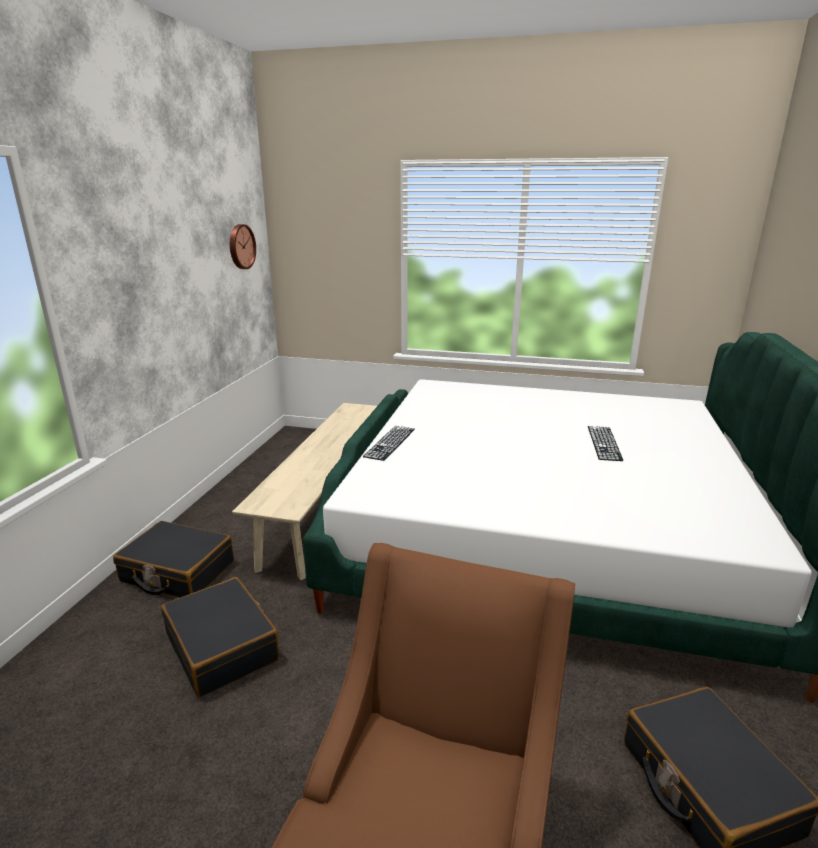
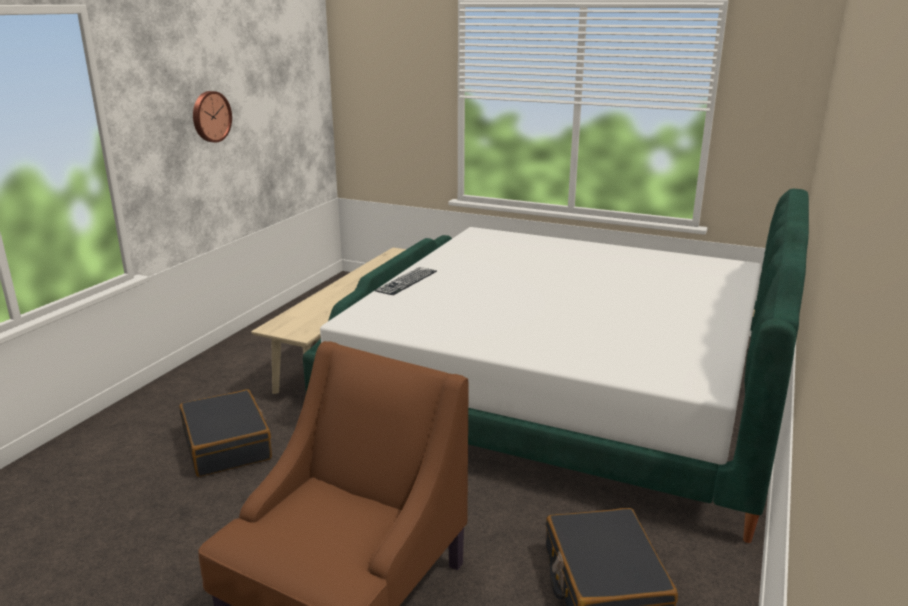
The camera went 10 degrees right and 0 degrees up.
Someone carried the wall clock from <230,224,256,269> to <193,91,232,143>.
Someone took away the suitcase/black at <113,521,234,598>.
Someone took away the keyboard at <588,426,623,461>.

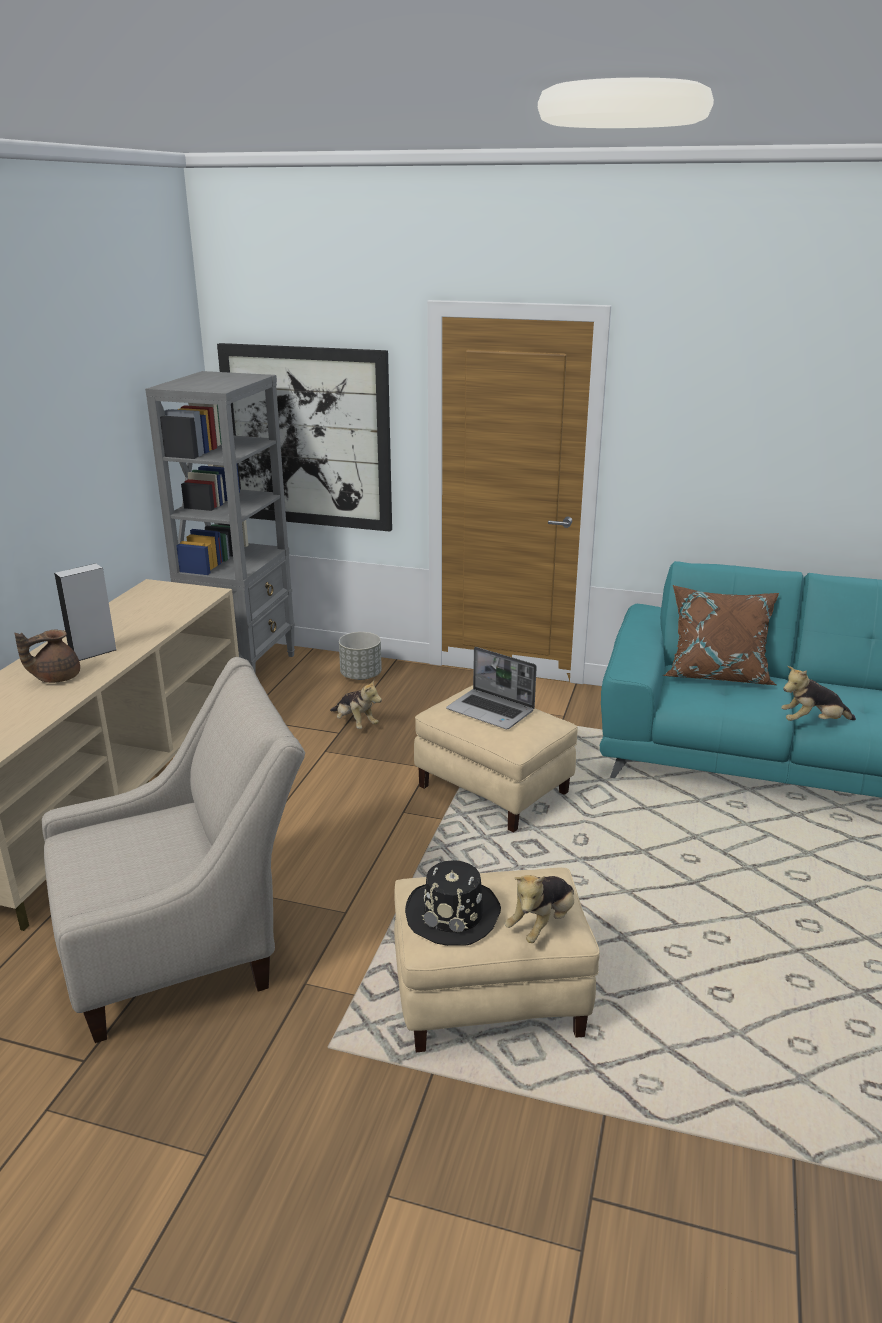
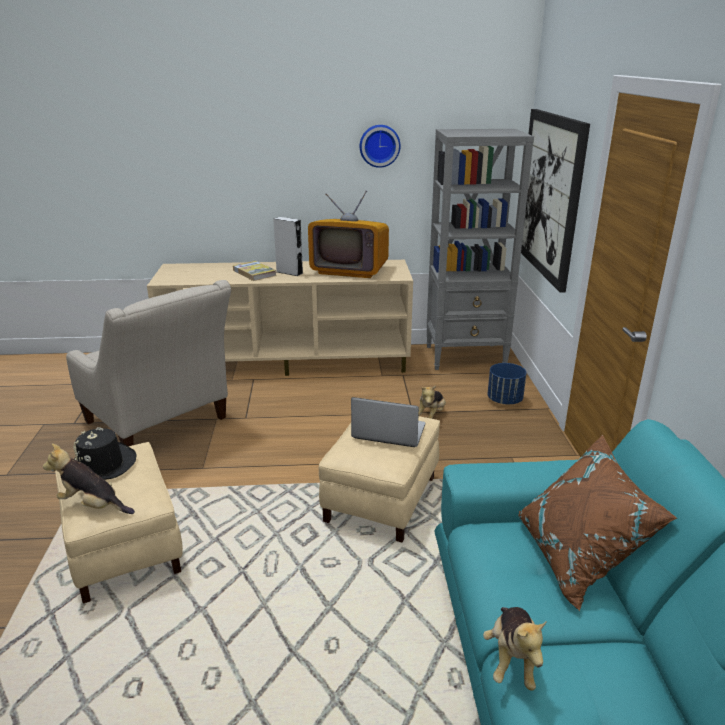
The camera went 70 degrees right and 0 degrees up.
Someone swapped the teapot/brown at <15,630,80,683> for the book at <233,261,277,281>.
Someone put down the television at <308,190,389,278>.
Someone rotated the laptop at <446,647,537,729> by 90 degrees clockwise.
Someone put up the wall clock at <360,125,401,168>.
Someone rotated the plush toy at <781,666,856,721> by 150 degrees counterclockwise.
Someone repainted the planter/grey at <339,632,382,680>, which became the planter/blue at <488,363,527,404>.

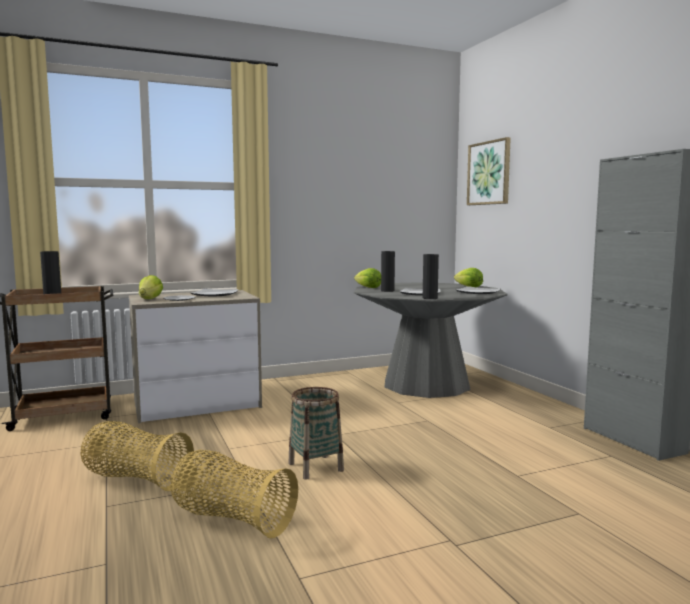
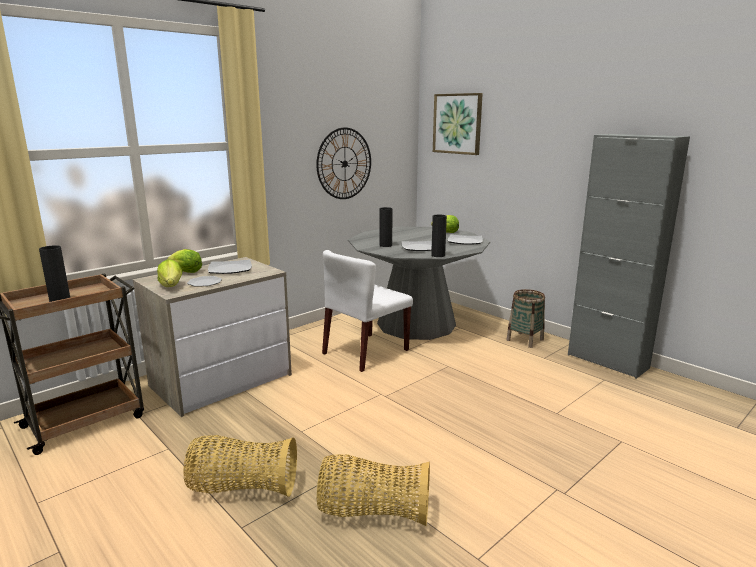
The camera went 20 degrees left and 10 degrees up.
Someone carried the lettuce from <354,268,381,288> to <167,249,202,273>.
Someone put up the wall clock at <316,127,371,199>.
Someone put down the chair/white at <322,250,413,372>.
Someone carried the basket from <288,387,344,480> to <506,289,545,348>.

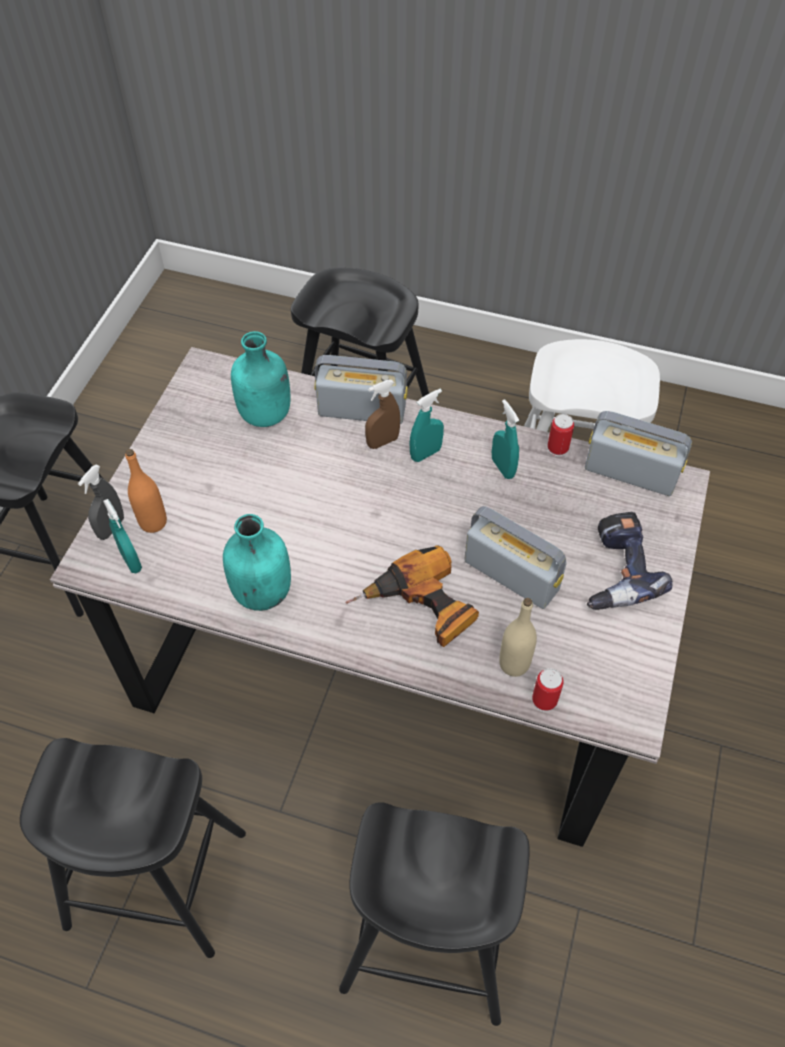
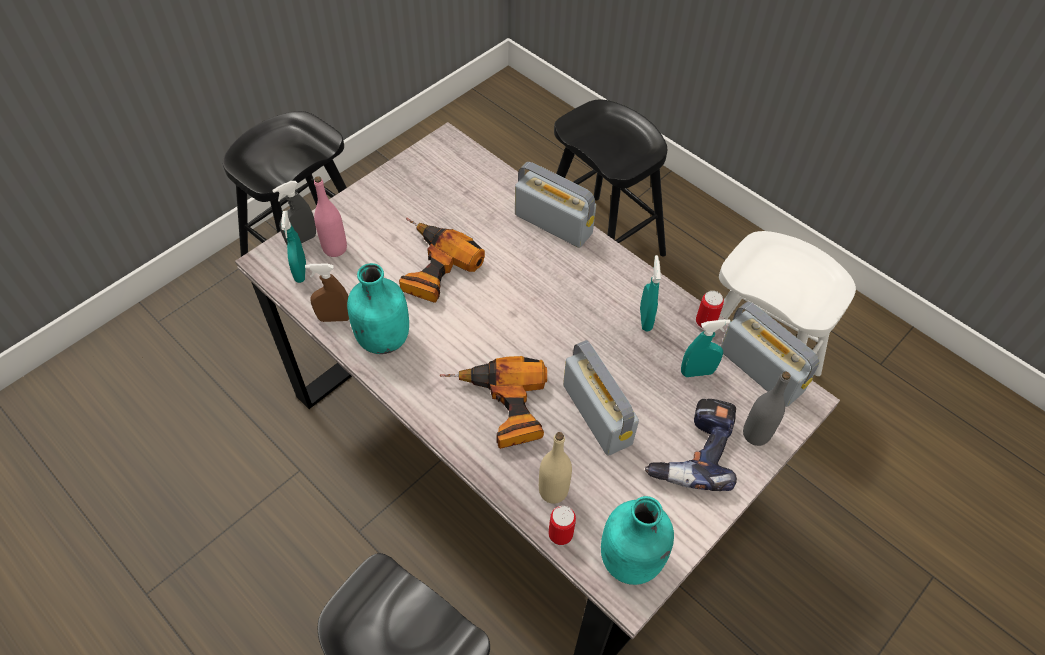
The camera went 25 degrees right and 0 degrees up.
Someone carried the spray bottle/brown from <365,380,400,449> to <305,263,349,322>.
Someone repainted the bottle/orange at <125,449,167,533>, which became the bottle/pink at <314,176,347,257>.
Someone put down the power drill at <399,218,485,303>.
Someone carried the bottle/turquoise from <231,331,291,427> to <601,496,674,585>.
Someone carried the spray bottle/turquoise from <409,389,444,462> to <681,319,730,377>.
Someone put down the bottle/grey at <743,372,791,446>.
Someone took away the stool/black at <20,738,246,958>.

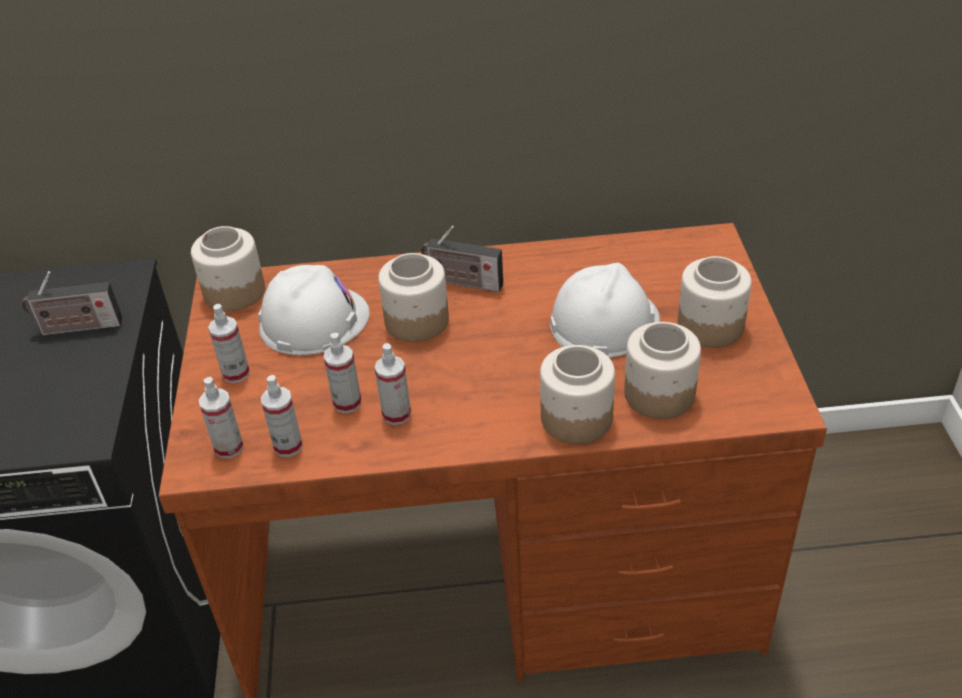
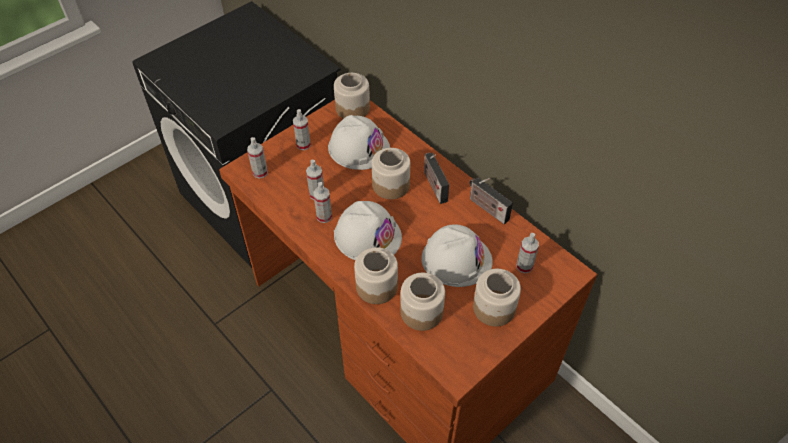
The camera went 50 degrees right and 10 degrees up.
Someone put down the hard hat/white at <334,201,402,260>.
Someone carried the radio from <22,271,122,335> to <469,178,513,224>.
Someone carried the spray bottle from <261,375,303,457> to <516,233,539,273>.

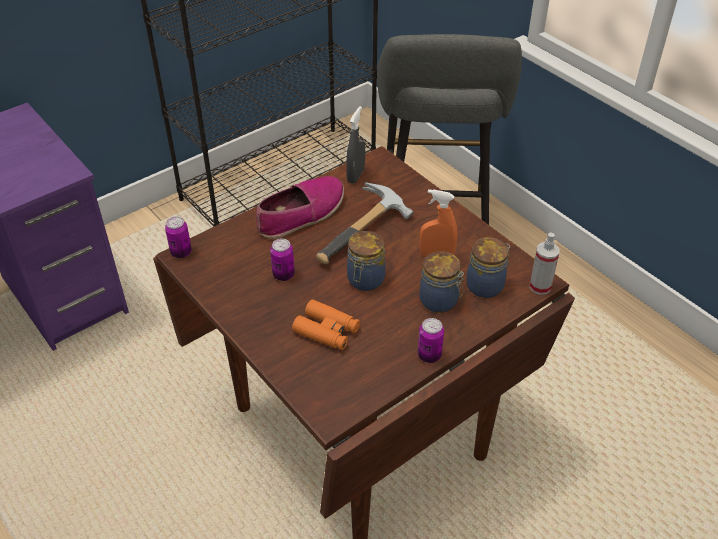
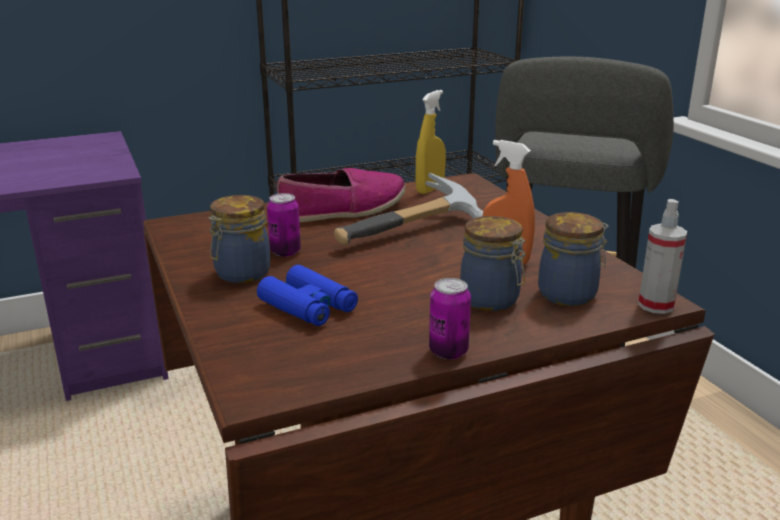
The camera went 15 degrees right and 20 degrees down.
Someone carried the jar from <347,231,385,291> to <208,195,270,283>.
Someone repainted the binoculars/orange at <292,299,360,350>, which became the binoculars/blue at <257,265,358,326>.
Someone repainted the spray bottle/grey at <346,106,365,184>, which became the spray bottle/yellow at <416,90,446,194>.
Someone took away the can at <165,216,192,258>.

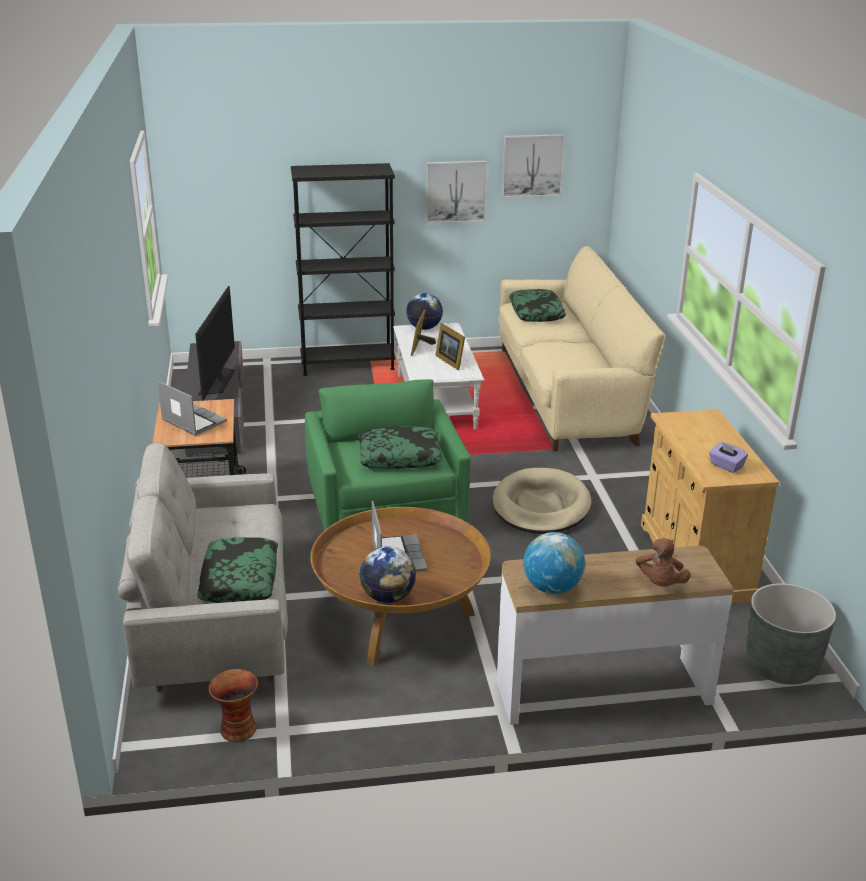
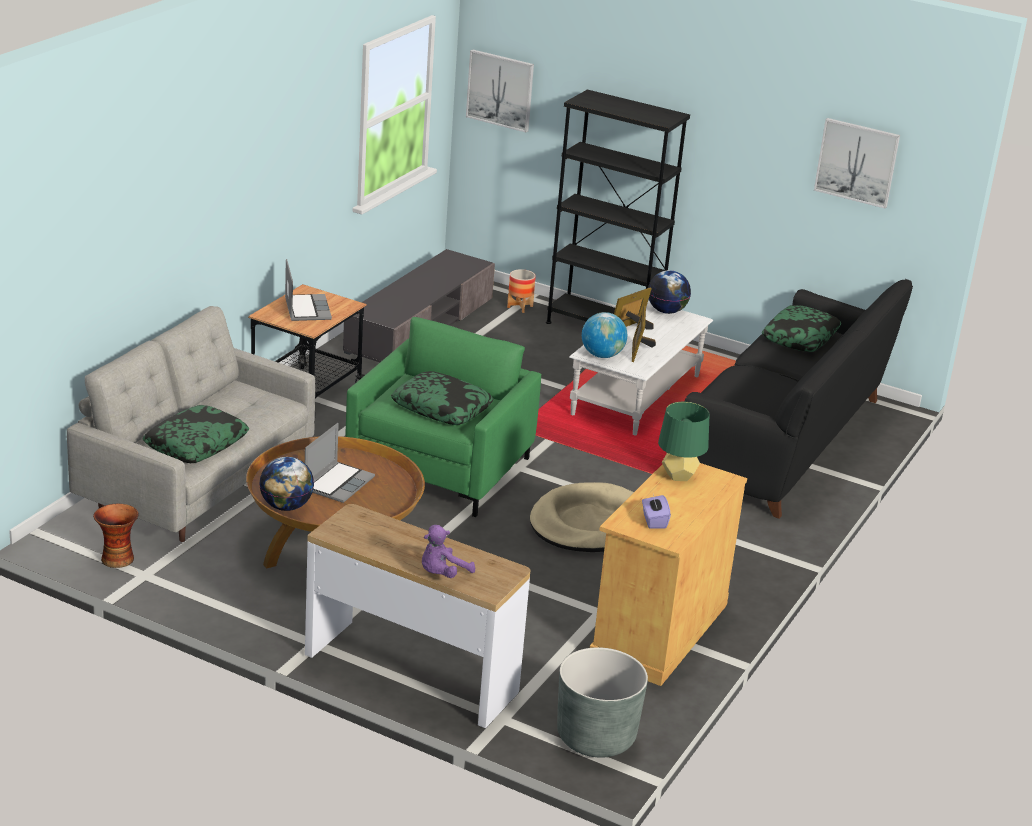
The camera went 35 degrees right and 0 degrees up.
Someone repainted the plush toy/brown at <636,538,691,587>, which became the plush toy/purple at <422,525,475,578>.
Someone carried the picture from <426,161,488,224> to <466,49,534,132>.
Someone put down the planter at <507,269,536,313>.
Someone carried the globe from <523,532,585,594> to <582,312,627,358>.
Someone put down the table lamp/green at <658,402,710,481>.
Someone repainted the sofa/beige at <498,246,665,451>, which became the sofa/black at <685,279,913,519>.
Someone took away the television at <195,286,235,401>.

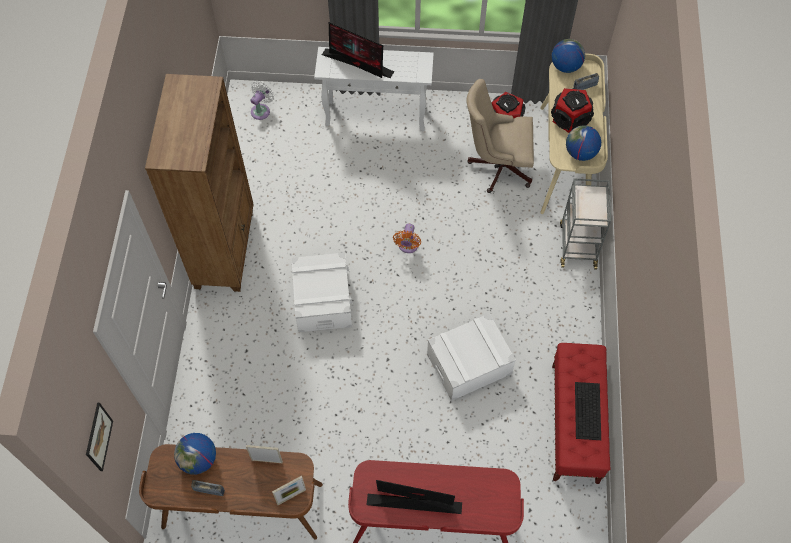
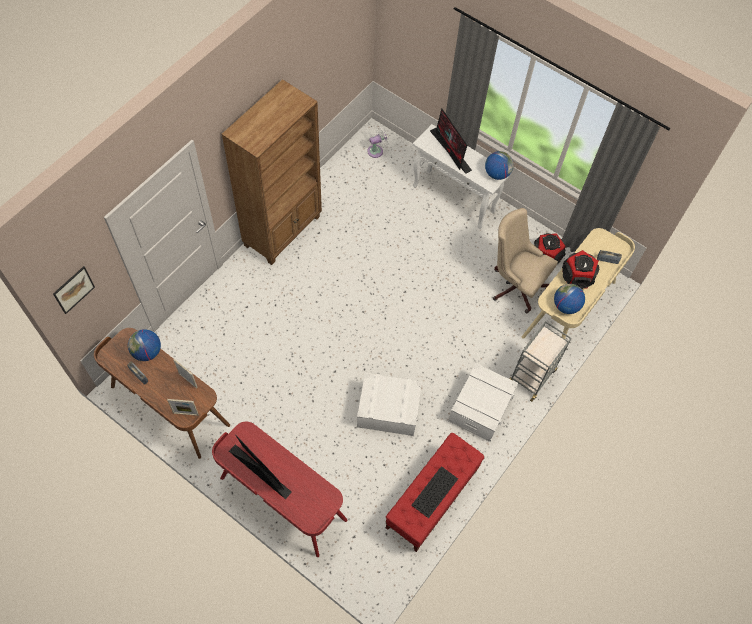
The camera went 30 degrees right and 0 degrees up.
Someone carried the storage box/white from <291,252,353,332> to <448,363,518,442>.
Someone carried the globe from <552,39,585,73> to <485,151,514,180>.
Someone took away the fan/orange at <393,223,421,253>.

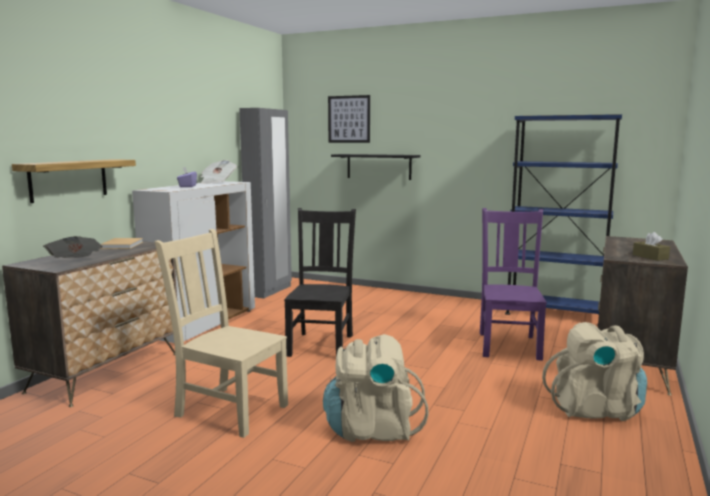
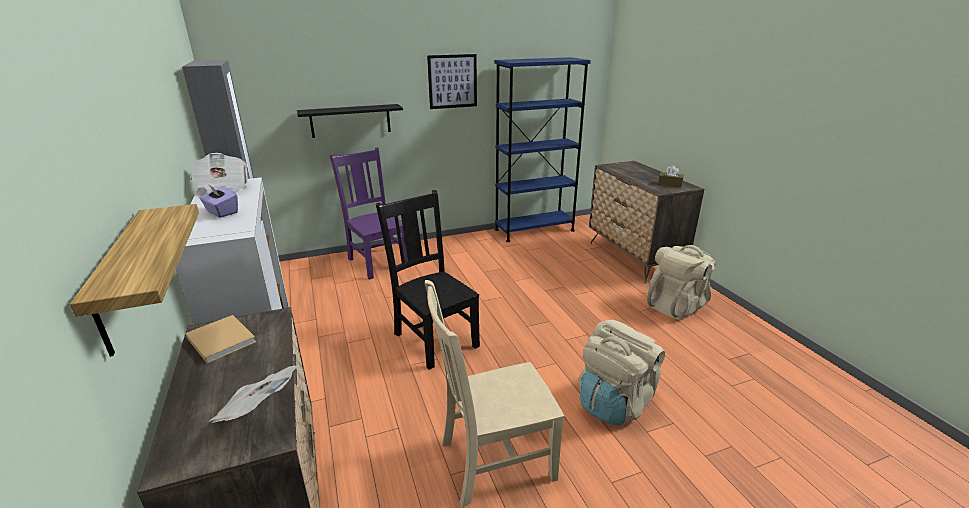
The camera went 45 degrees left and 15 degrees up.
Someone carried the chair/purple from <480,208,547,361> to <330,148,409,280>.
Someone carried the picture from <328,95,370,143> to <427,54,477,109>.

